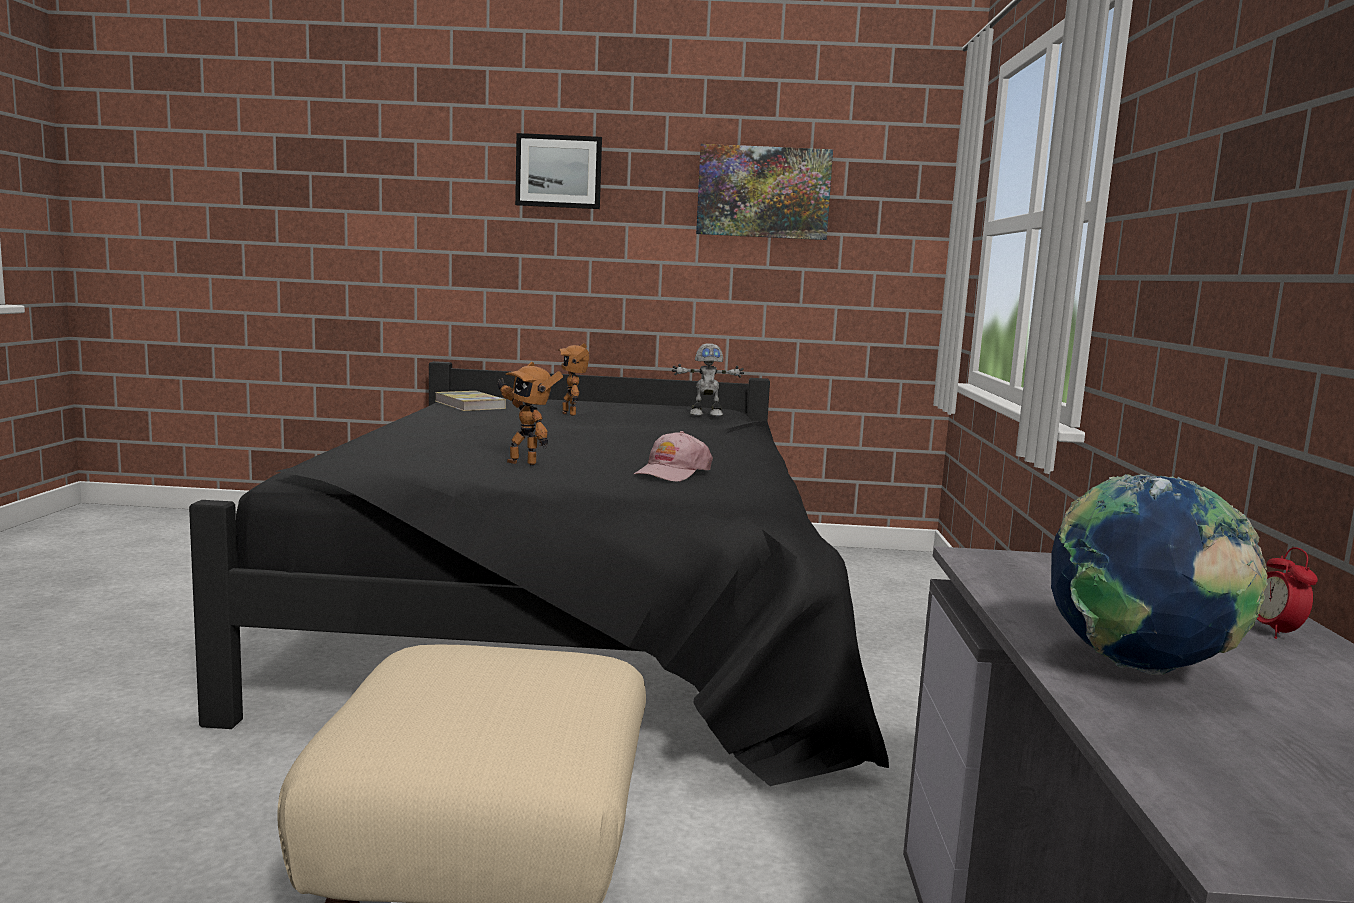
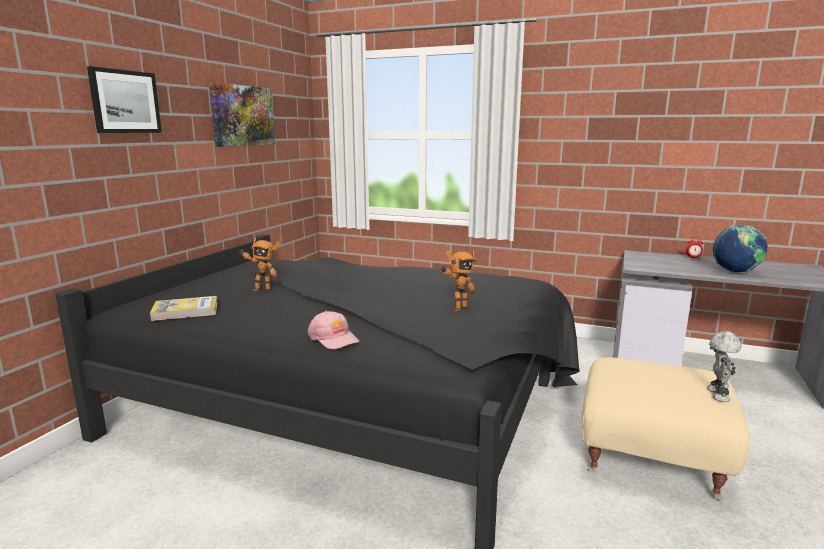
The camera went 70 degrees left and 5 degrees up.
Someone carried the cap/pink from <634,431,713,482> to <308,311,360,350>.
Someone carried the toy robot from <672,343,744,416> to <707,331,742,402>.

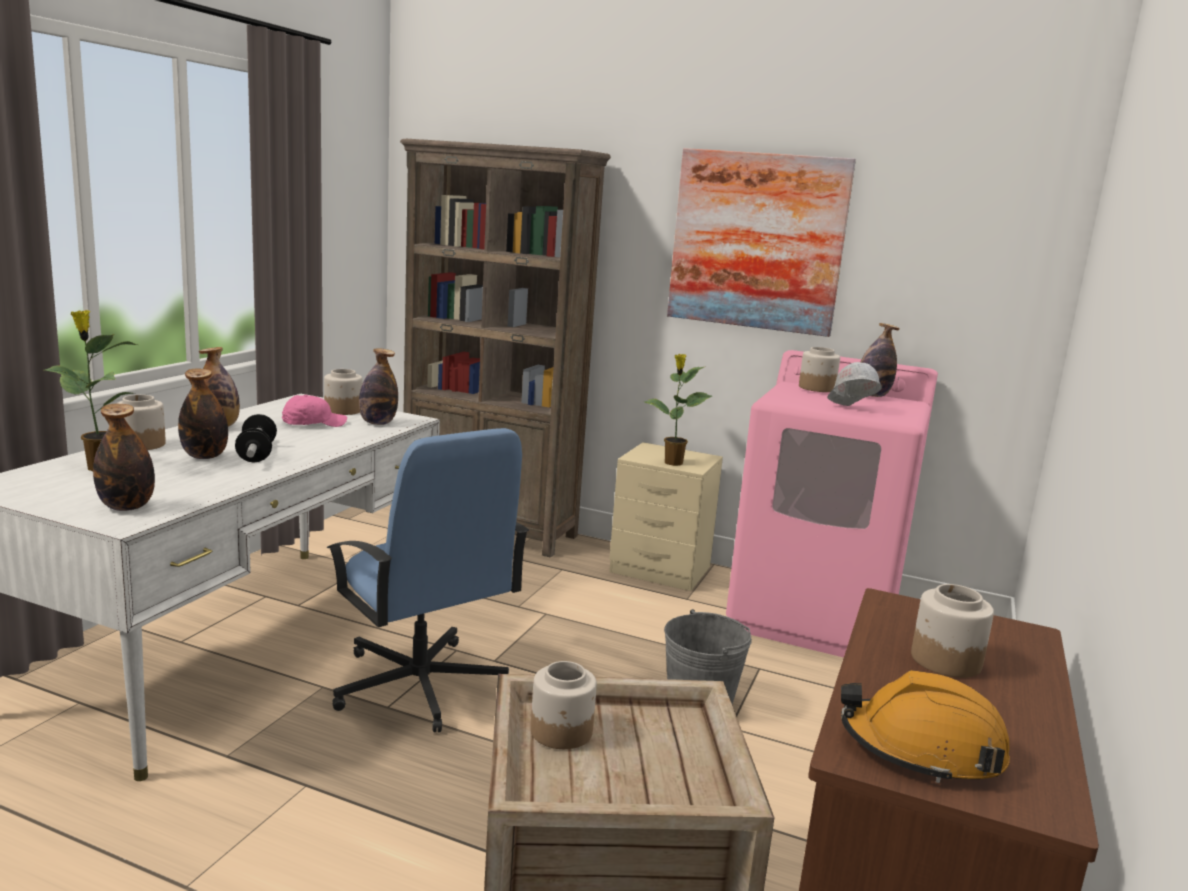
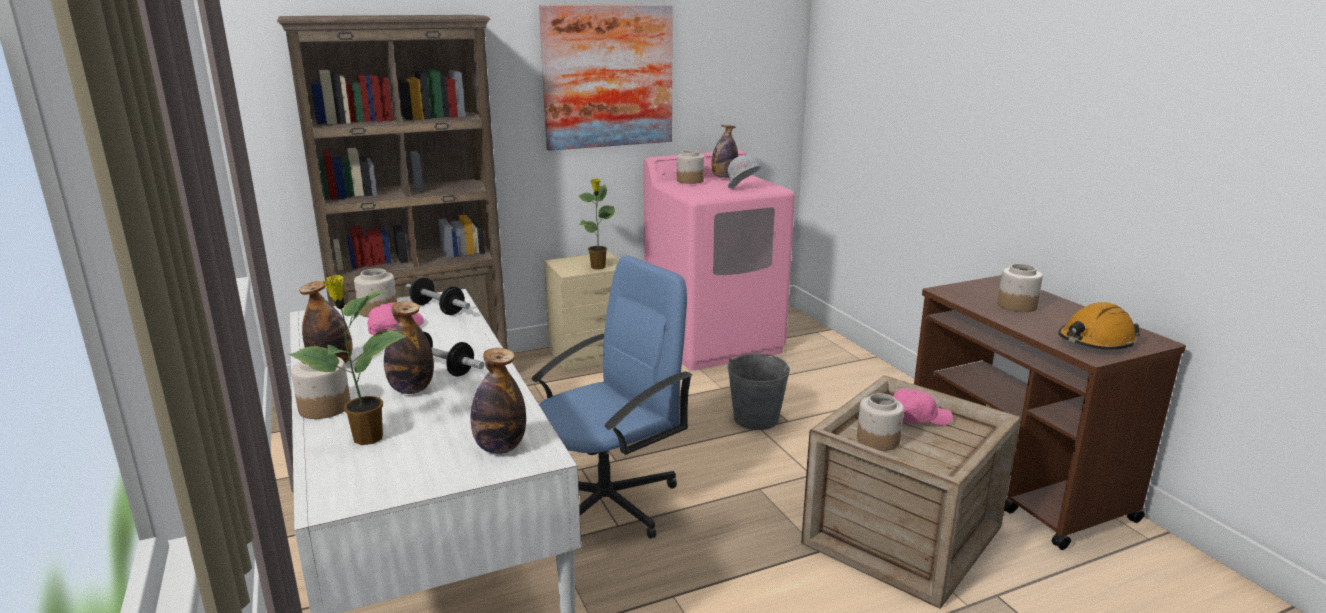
The camera went 45 degrees left and 5 degrees up.
Someone swapped the bottle at <359,348,398,425> for the dumbbell at <406,277,470,315>.
Someone rotated the office chair/blue at <327,428,529,732> by 45 degrees counterclockwise.
Someone put down the cap/pink at <893,389,953,426>.

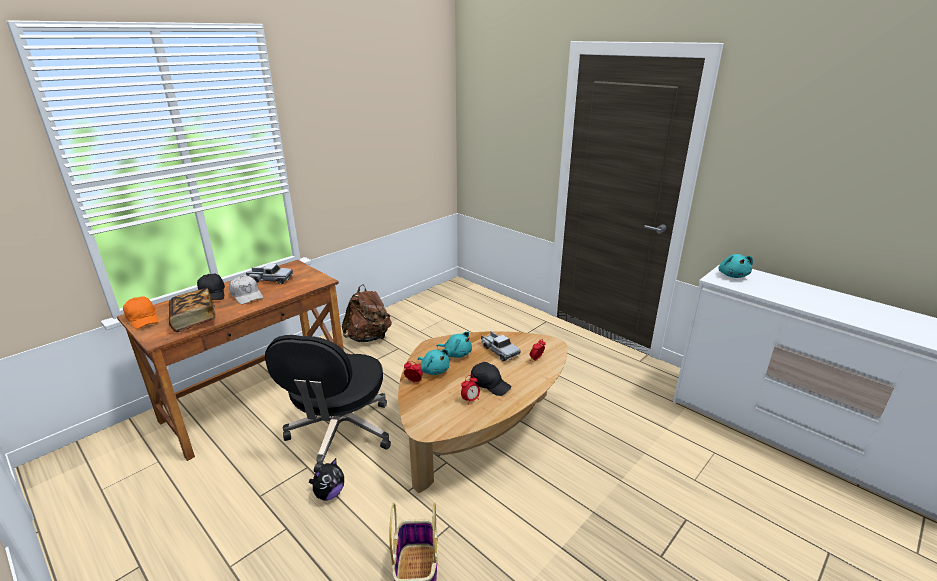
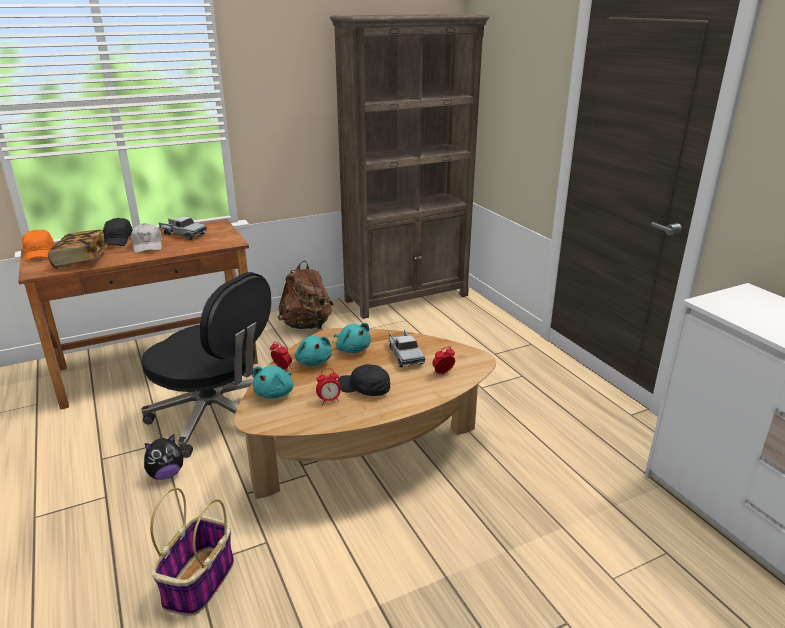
The camera went 20 degrees right and 0 degrees up.
Someone rotated the office chair/black at <265,335,391,473> by 90 degrees counterclockwise.
Someone carried the plush toy/turquoise from <719,254,753,278> to <253,365,293,399>.
Someone put down the bookcase/brown at <330,14,490,319>.
Someone rotated the cap/black at <470,362,512,396> by 150 degrees clockwise.

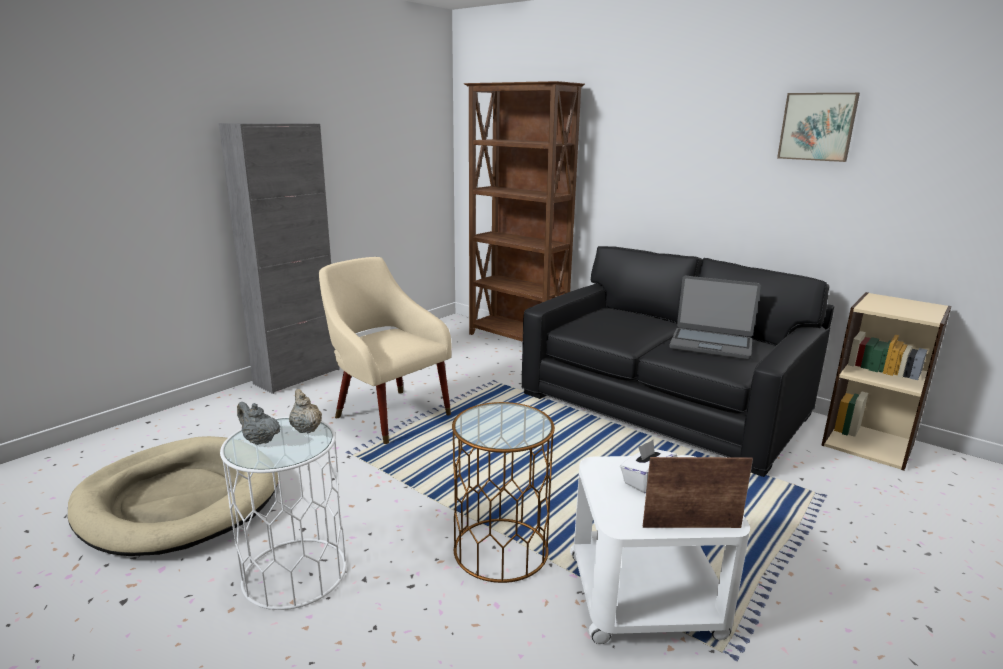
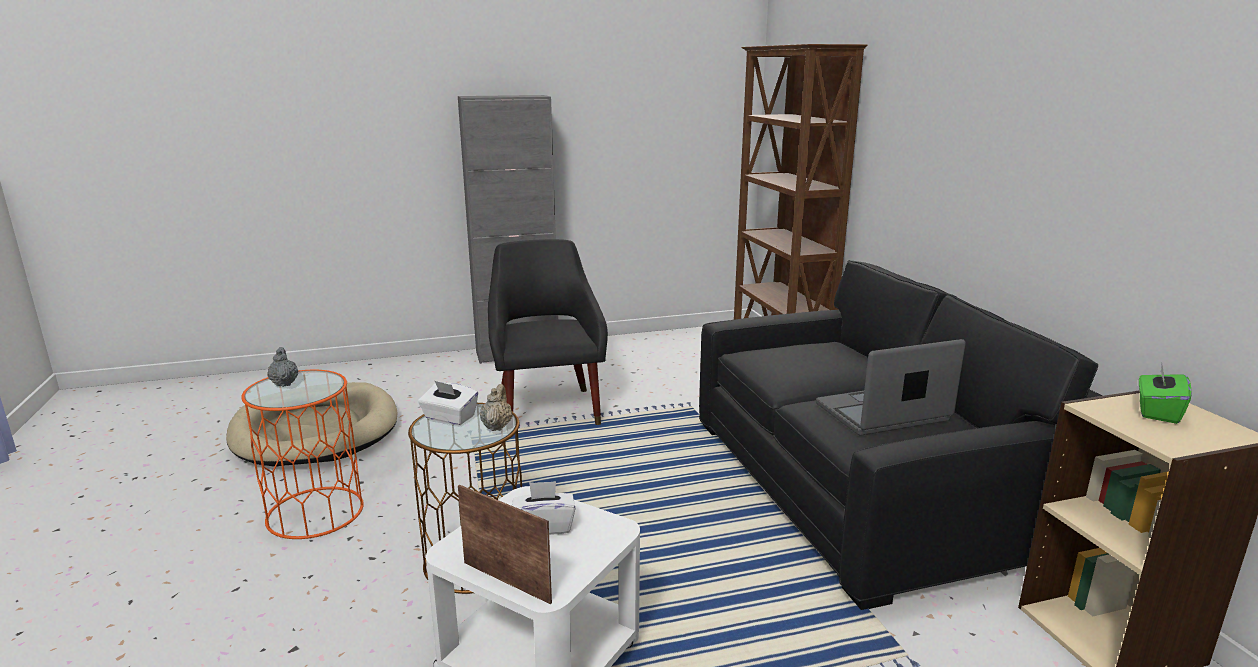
The camera went 35 degrees right and 0 degrees up.
Someone repainted the side table/white at <220,417,347,610>, which became the side table/orange at <241,370,364,539>.
Someone put down the tissue box/white at <418,380,478,425>.
Someone carried the teapot/beige from <289,389,322,433> to <480,384,513,431>.
Someone repainted the armchair/beige at <319,257,452,444>, which became the armchair/black at <488,239,608,425>.
Someone rotated the laptop at <669,276,761,360> by 105 degrees clockwise.
Someone put down the tissue box/green at <1139,363,1192,424>.
Someone took away the picture at <777,93,860,162>.

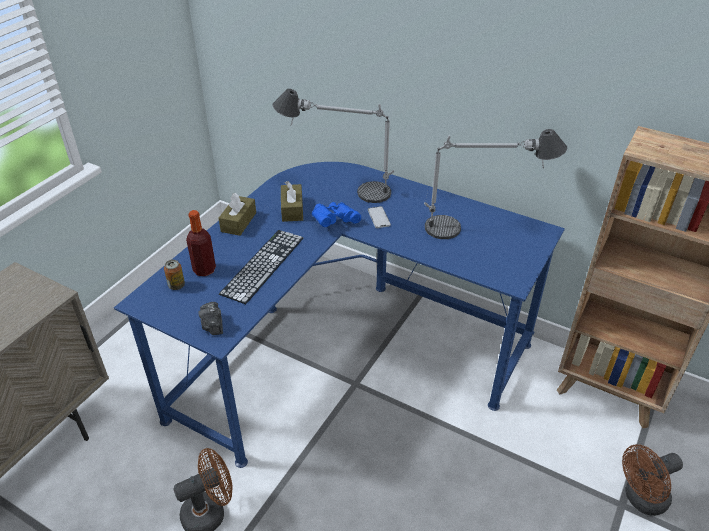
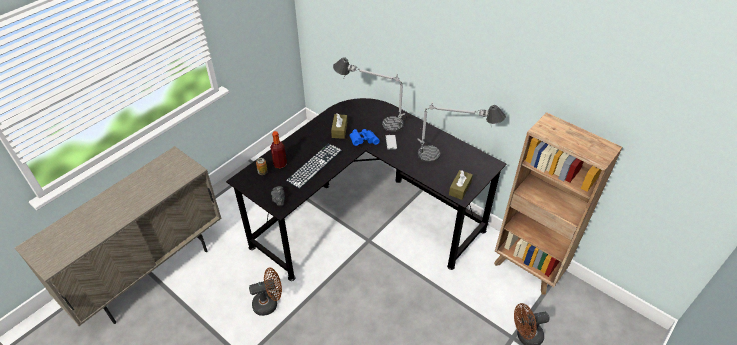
The camera went 10 degrees right and 5 degrees up.
Someone repainted the desk/blue at <114,162,565,468>, which became the desk/black at <226,98,506,281>.
Someone carried the tissue box/brown from <218,193,256,236> to <449,170,473,200>.

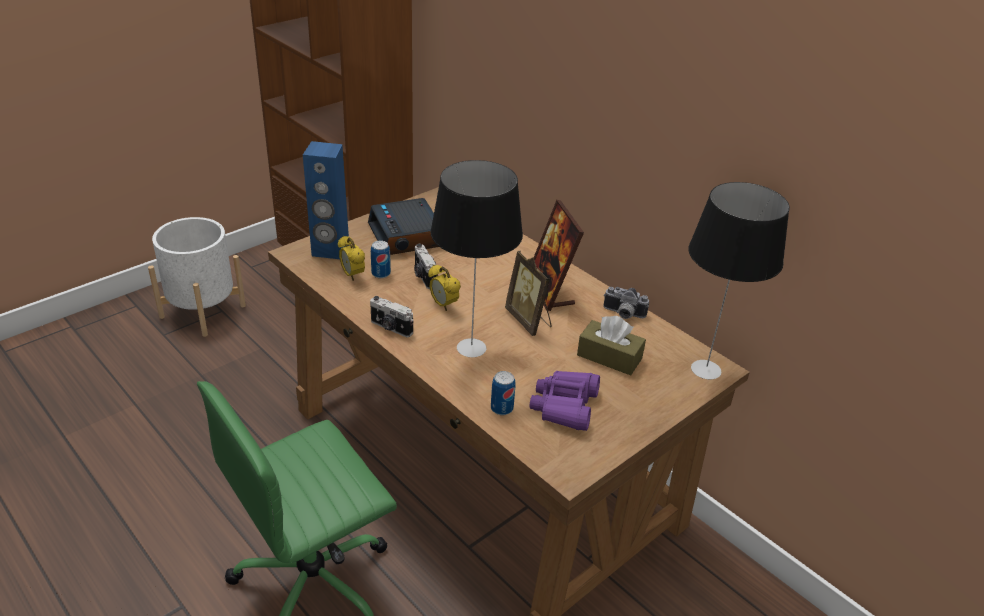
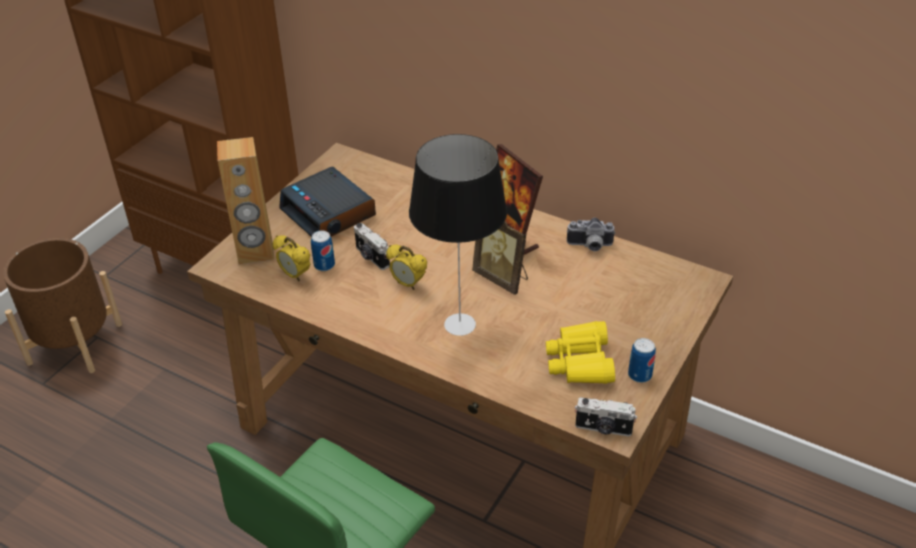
The camera went 15 degrees left and 5 degrees up.
Someone repainted the planter/white at <148,217,246,337>, which became the planter/brown at <3,238,122,373>.
Someone repainted the speaker/blue at <303,141,349,259>, which became the speaker/brown at <217,137,274,264>.
Someone repainted the binoculars/purple at <530,371,600,431>, which became the binoculars/yellow at <546,321,615,384>.
Someone carried the photo camera from <370,296,414,338> to <575,397,637,436>.
Someone carried the can from <491,371,516,415> to <628,338,656,383>.
Someone took away the tissue box/brown at <577,316,646,375>.
Someone took away the table lamp at <688,182,790,380>.

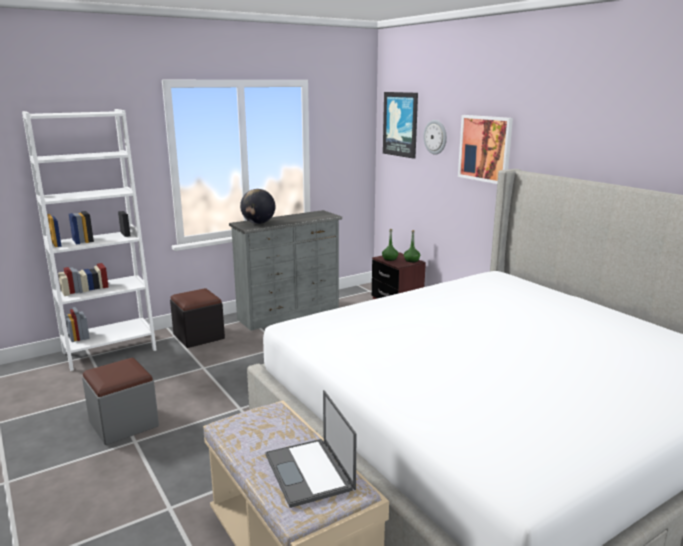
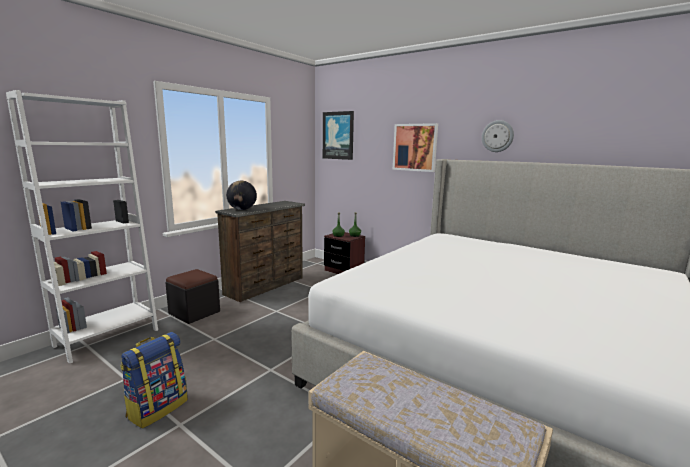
The camera went 20 degrees left and 5 degrees down.
Someone swapped the ottoman/grey at <82,358,159,445> for the backpack at <120,332,188,429>.
Someone repainted the dresser/grey at <229,210,342,331>, which became the dresser/brown at <215,201,305,302>.
Someone carried the wall clock from <423,120,447,155> to <482,120,514,152>.
Someone took away the laptop at <266,390,357,508>.

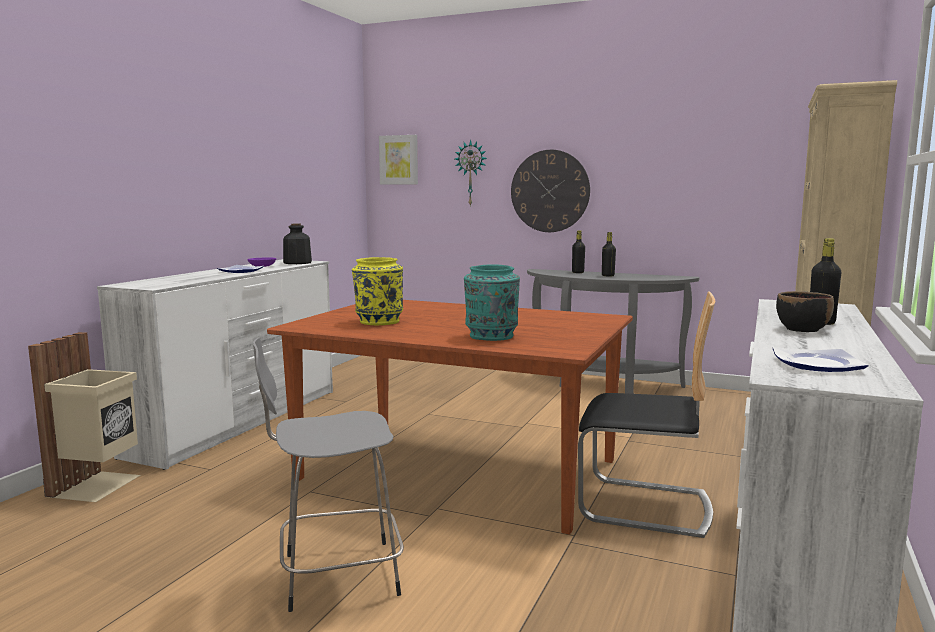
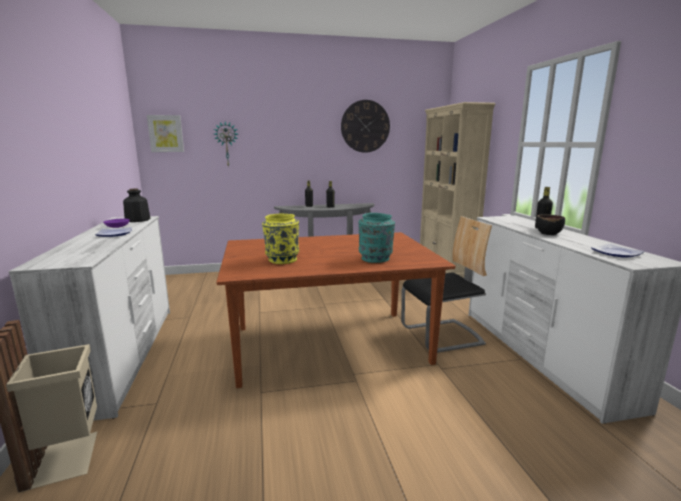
The camera went 35 degrees left and 5 degrees up.
Someone carried the wall clock from <511,150,590,232> to <341,100,390,153>.
Someone took away the stool/grey at <253,338,404,612>.

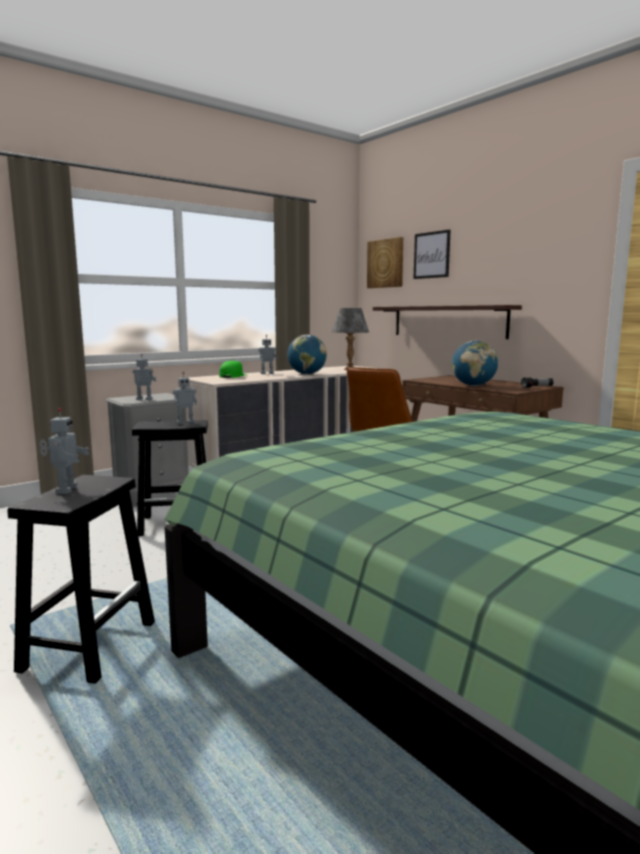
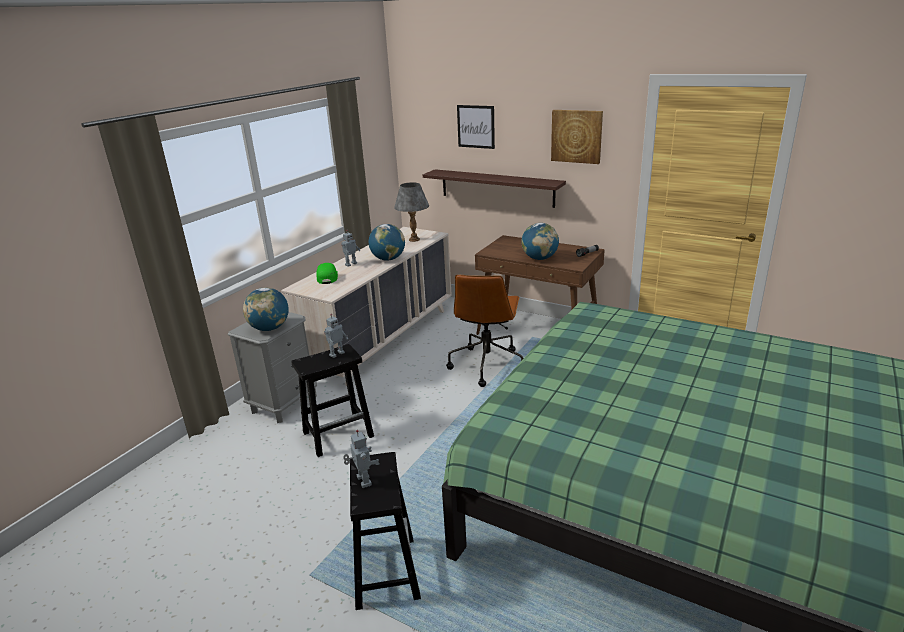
The camera went 20 degrees left and 15 degrees up.
Someone swapped the toy robot at <133,354,156,400> for the globe at <243,287,289,331>.
Someone carried the picture from <367,237,403,288> to <551,110,603,164>.

